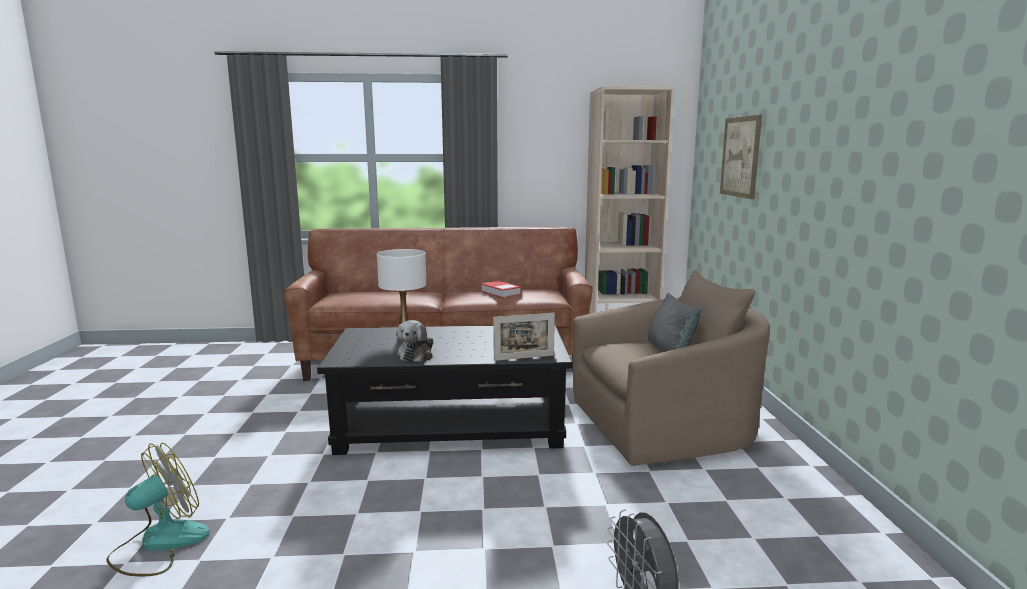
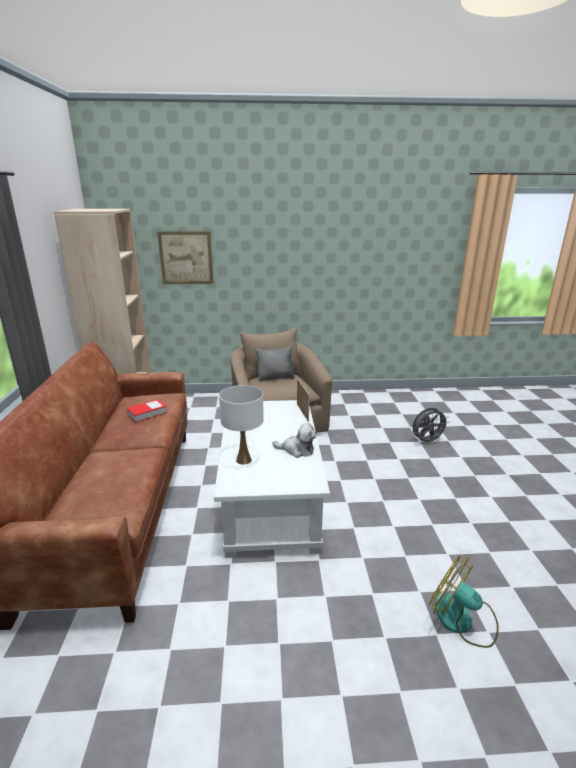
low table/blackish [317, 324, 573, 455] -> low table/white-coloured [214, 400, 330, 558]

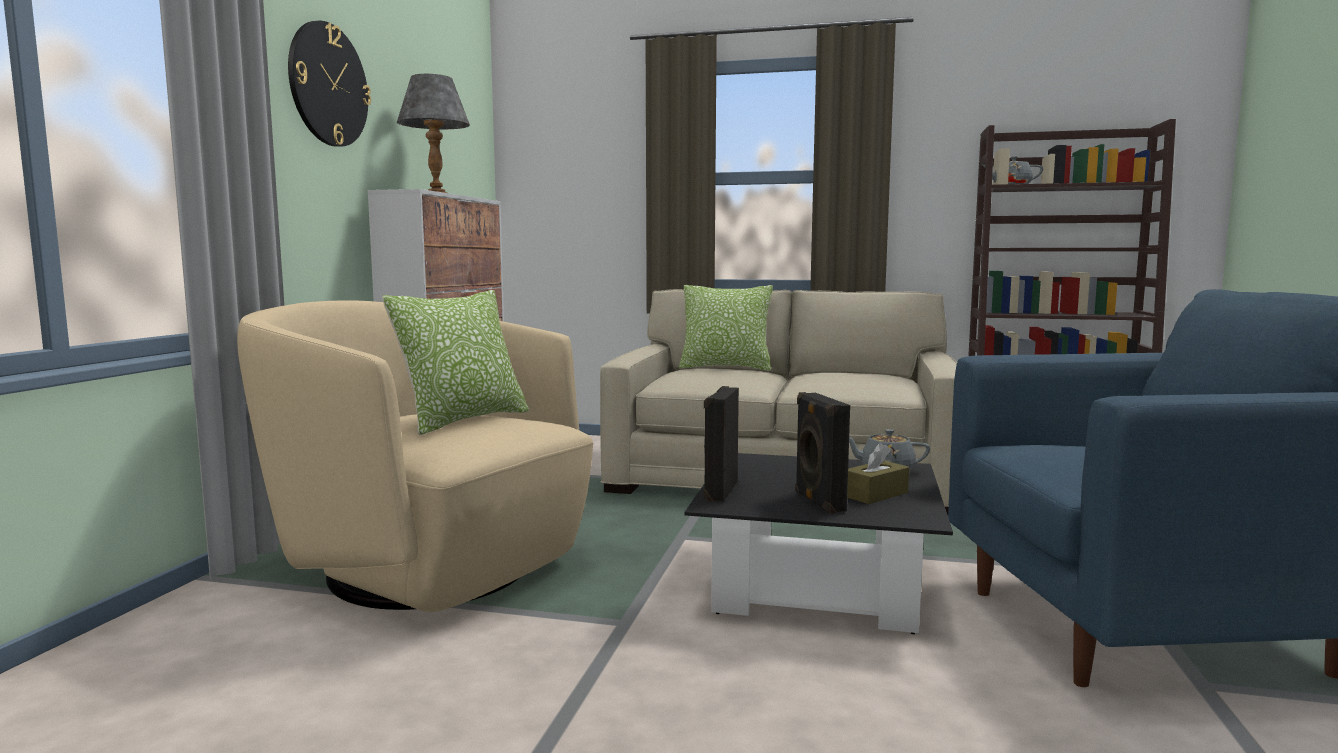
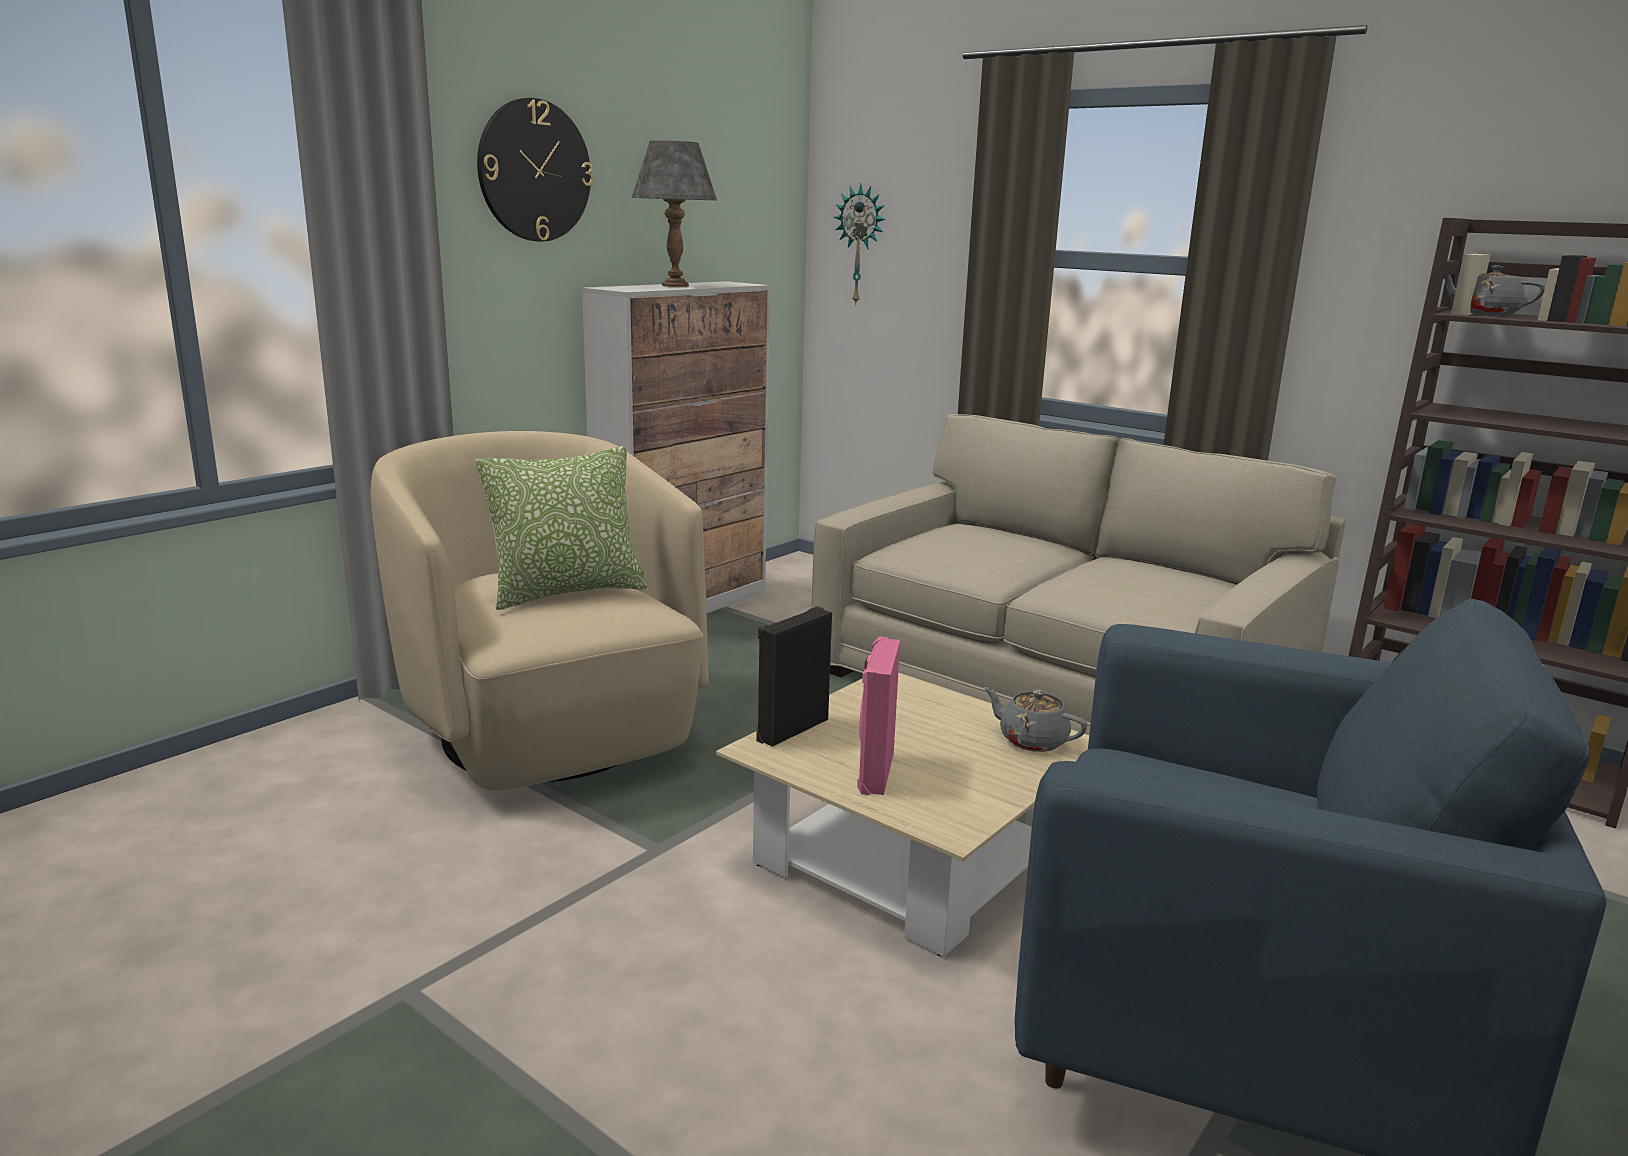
low table/blackish [685, 453, 953, 634] -> low table/sand-coloured [716, 673, 1089, 957]
none -> hanging clock [834, 184, 885, 306]
loudspeaker/blackish [795, 392, 850, 514] -> loudspeaker/pinkish [857, 637, 900, 795]
pillow [679, 285, 773, 371] -> none
tissue holder/brown-coloured [847, 443, 909, 504] -> none

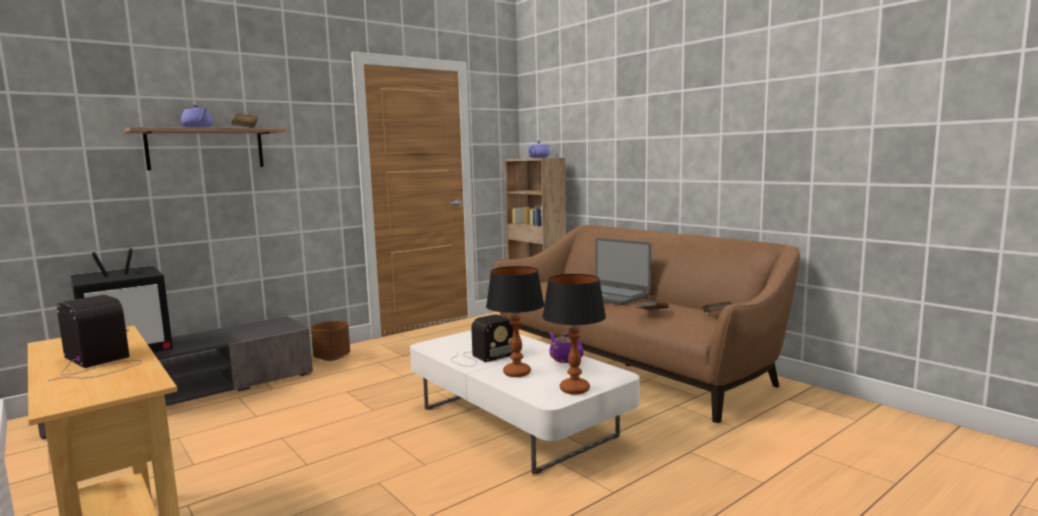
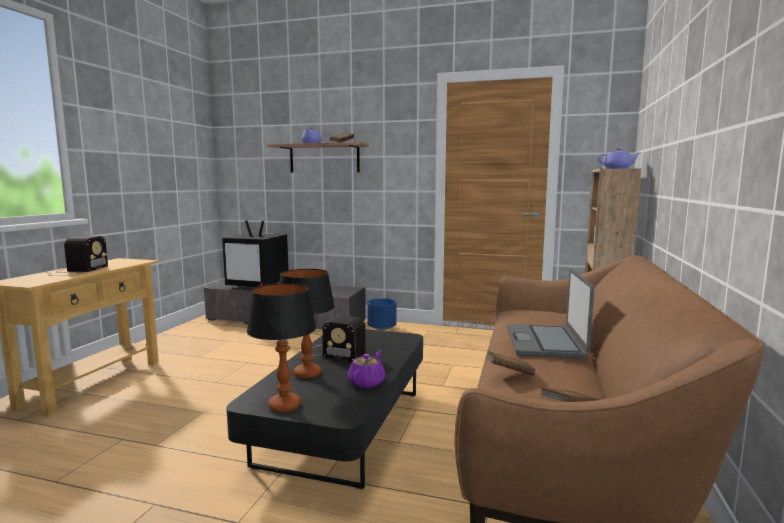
low table/white-coloured [410, 330, 640, 474] -> low table/blackish [226, 329, 423, 489]
planter/brown-coloured [311, 321, 350, 361] -> planter/blue-coloured [367, 298, 397, 330]

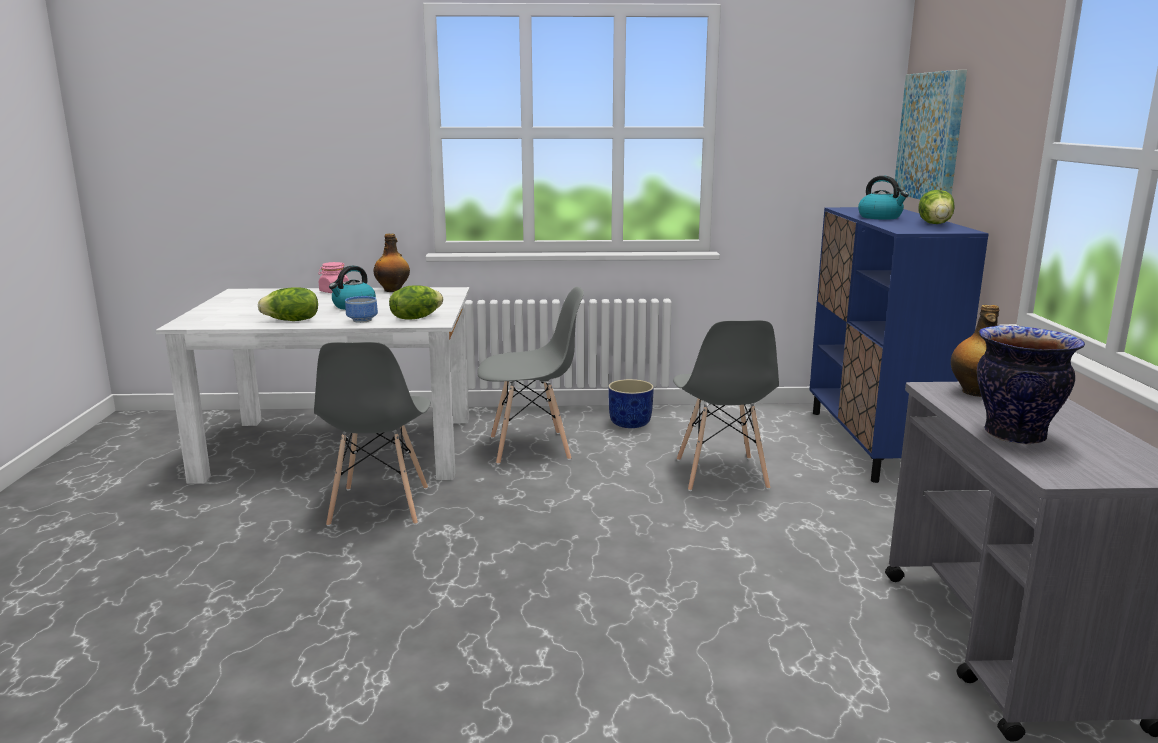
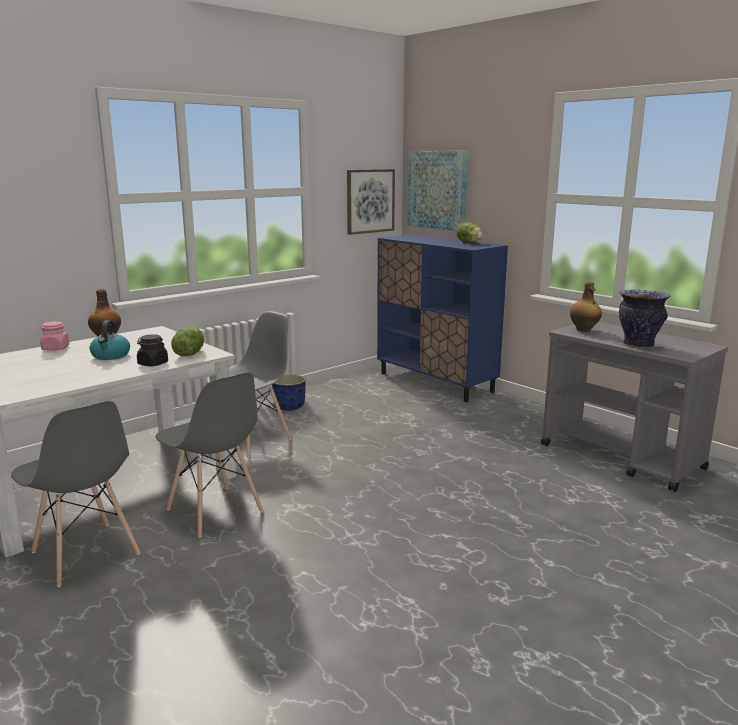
plain chair/grey [673, 320, 779, 491] -> plain chair/grey [11, 401, 140, 587], moved
bowl [345, 296, 378, 323] -> storage jar/blackish [137, 334, 168, 366]
none -> wall art [347, 169, 395, 235]
lettuce [258, 287, 318, 321] -> none
tea kettle [858, 176, 909, 220] -> none

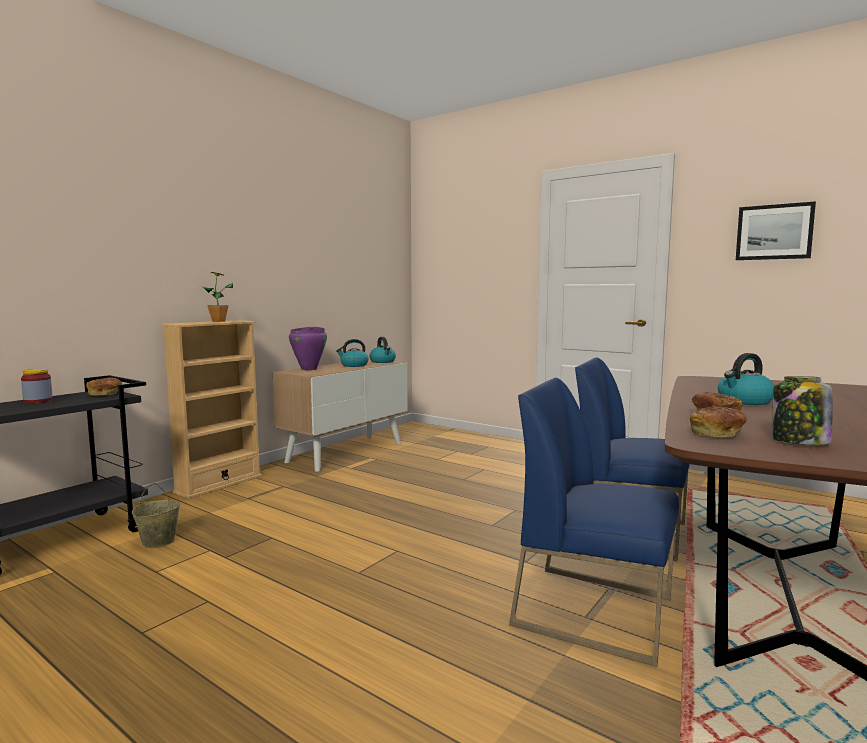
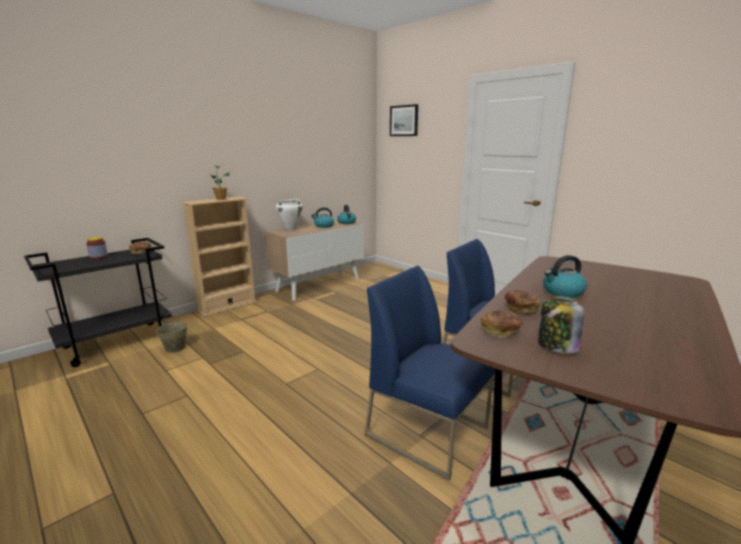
cooking pot/purple [289, 327, 327, 370] -> cooking pot/white-coloured [276, 199, 303, 230]
wall art [736, 201, 816, 260] -> wall art [390, 104, 418, 136], moved

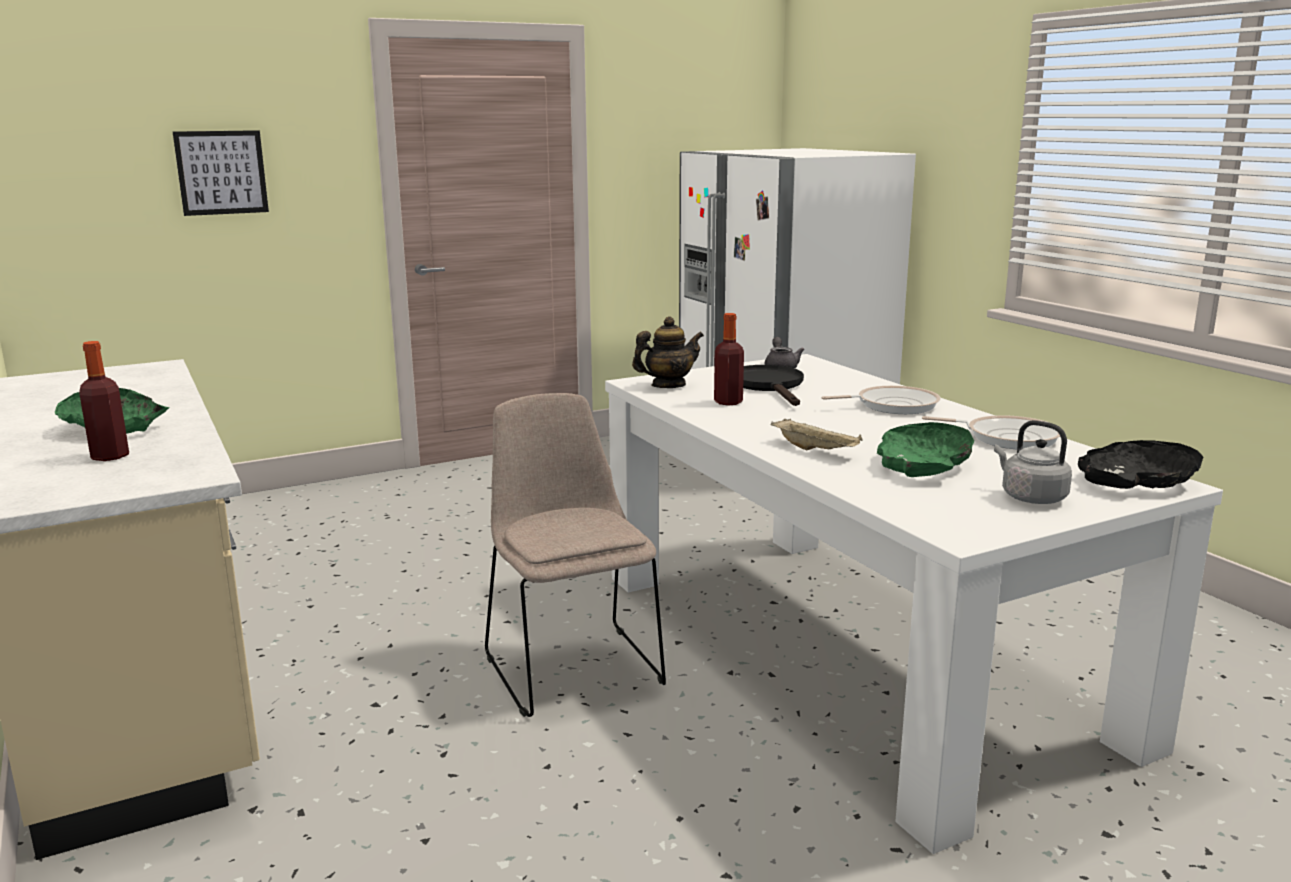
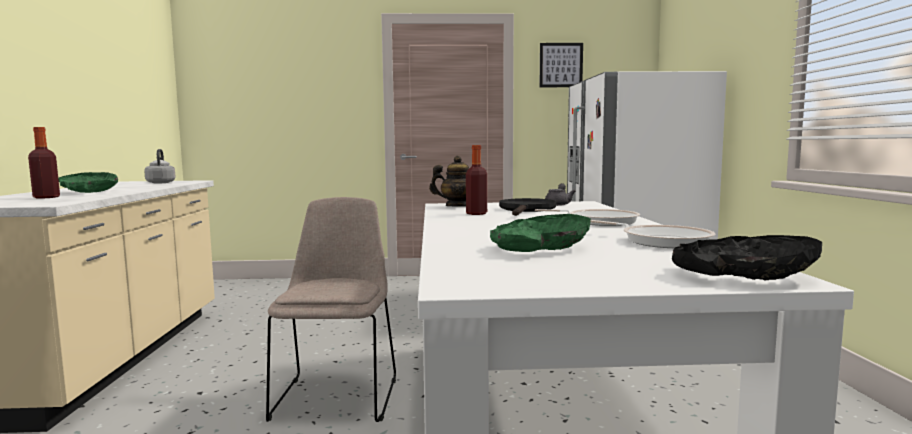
tea kettle/grey [994, 420, 1072, 504] -> tea kettle/grey [144, 149, 176, 184], moved
wall art [173, 130, 269, 216] -> wall art [540, 43, 583, 87], moved
tray/sand-coloured [771, 418, 863, 450] -> none

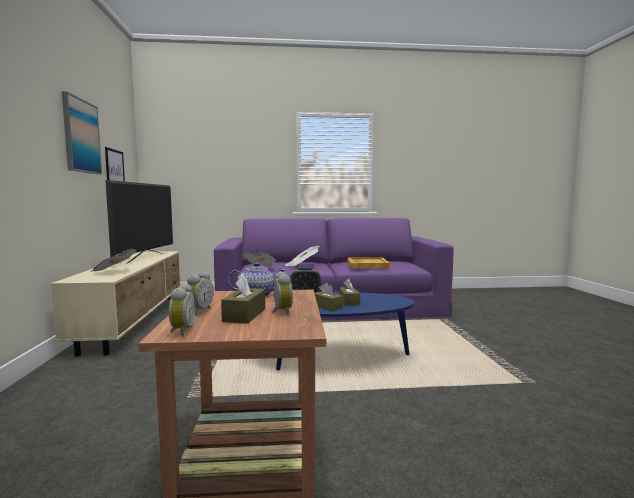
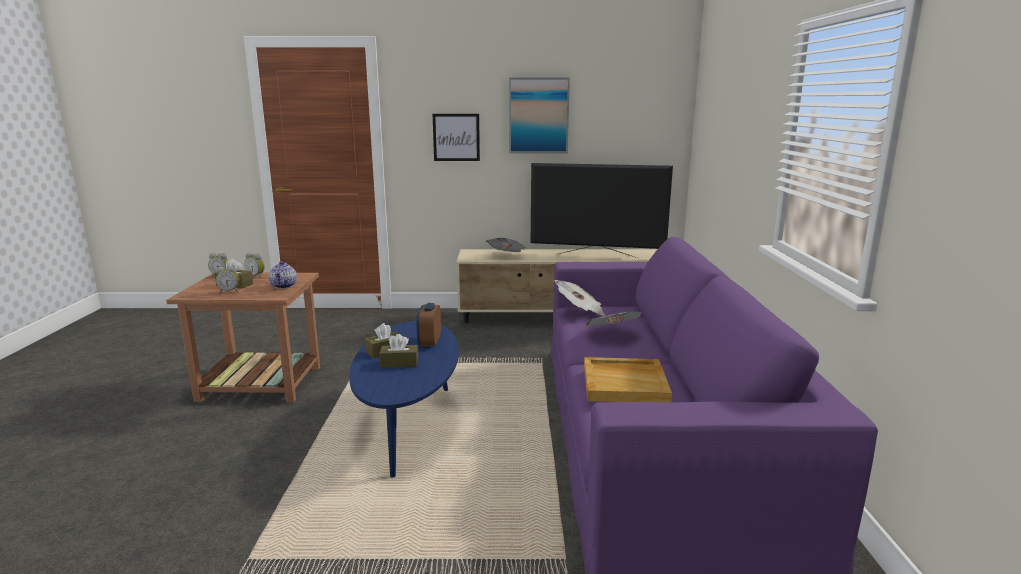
wall art [105, 147, 125, 182] -> wall art [433, 114, 480, 161], moved

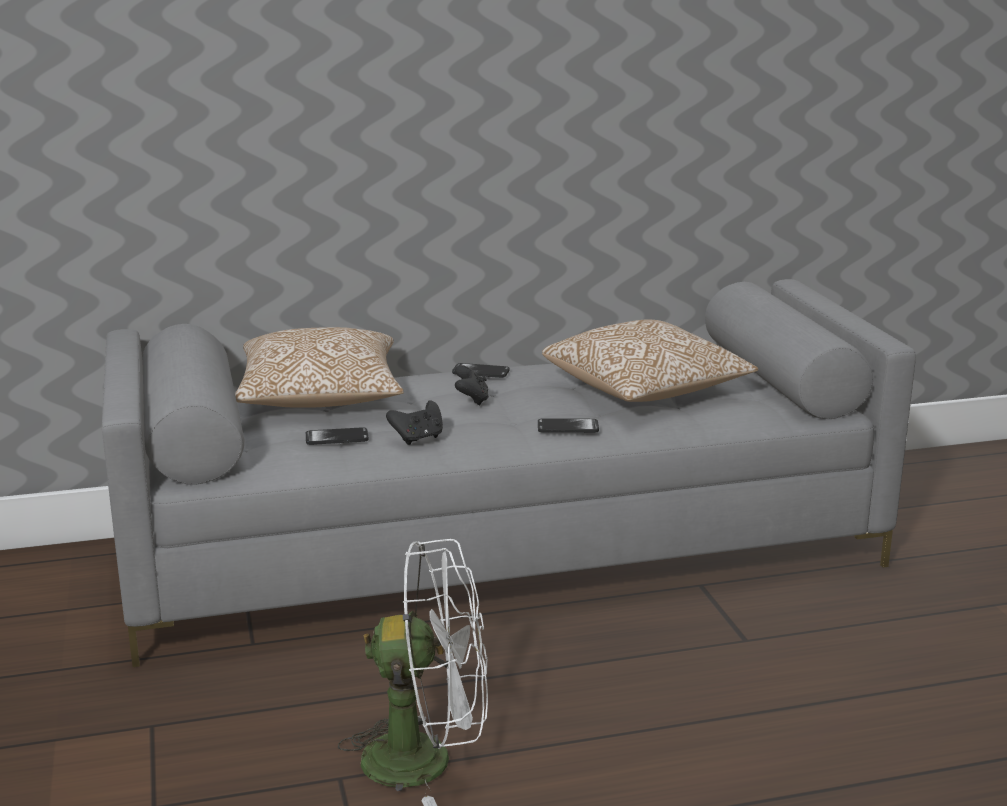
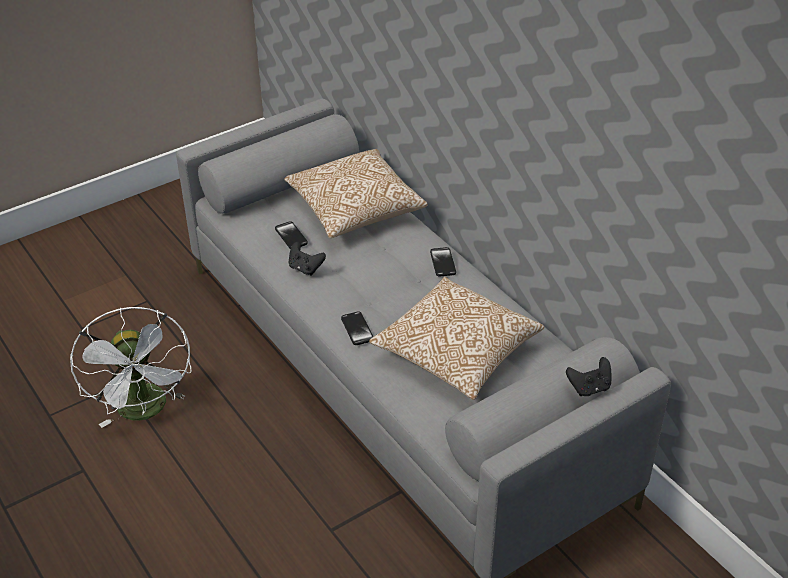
gamepad/blackish [455, 365, 489, 406] -> gamepad/blackish [566, 357, 611, 396], moved

